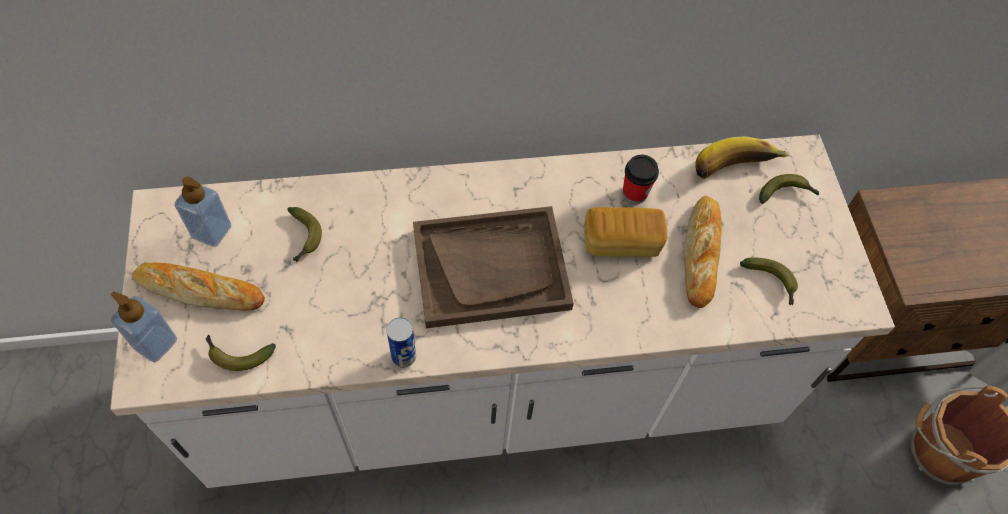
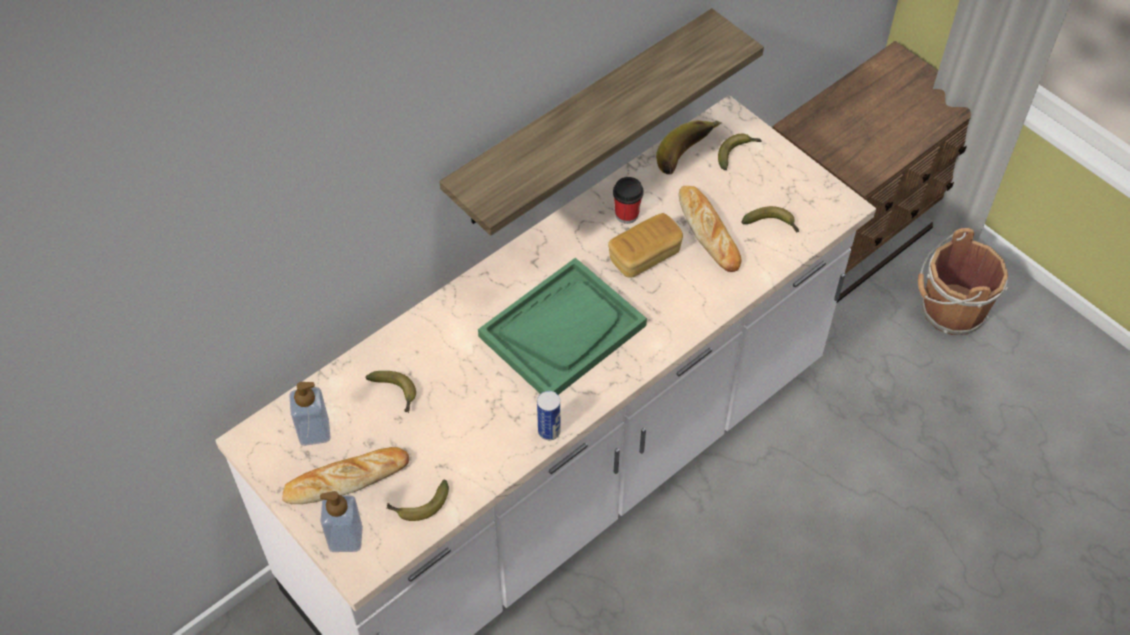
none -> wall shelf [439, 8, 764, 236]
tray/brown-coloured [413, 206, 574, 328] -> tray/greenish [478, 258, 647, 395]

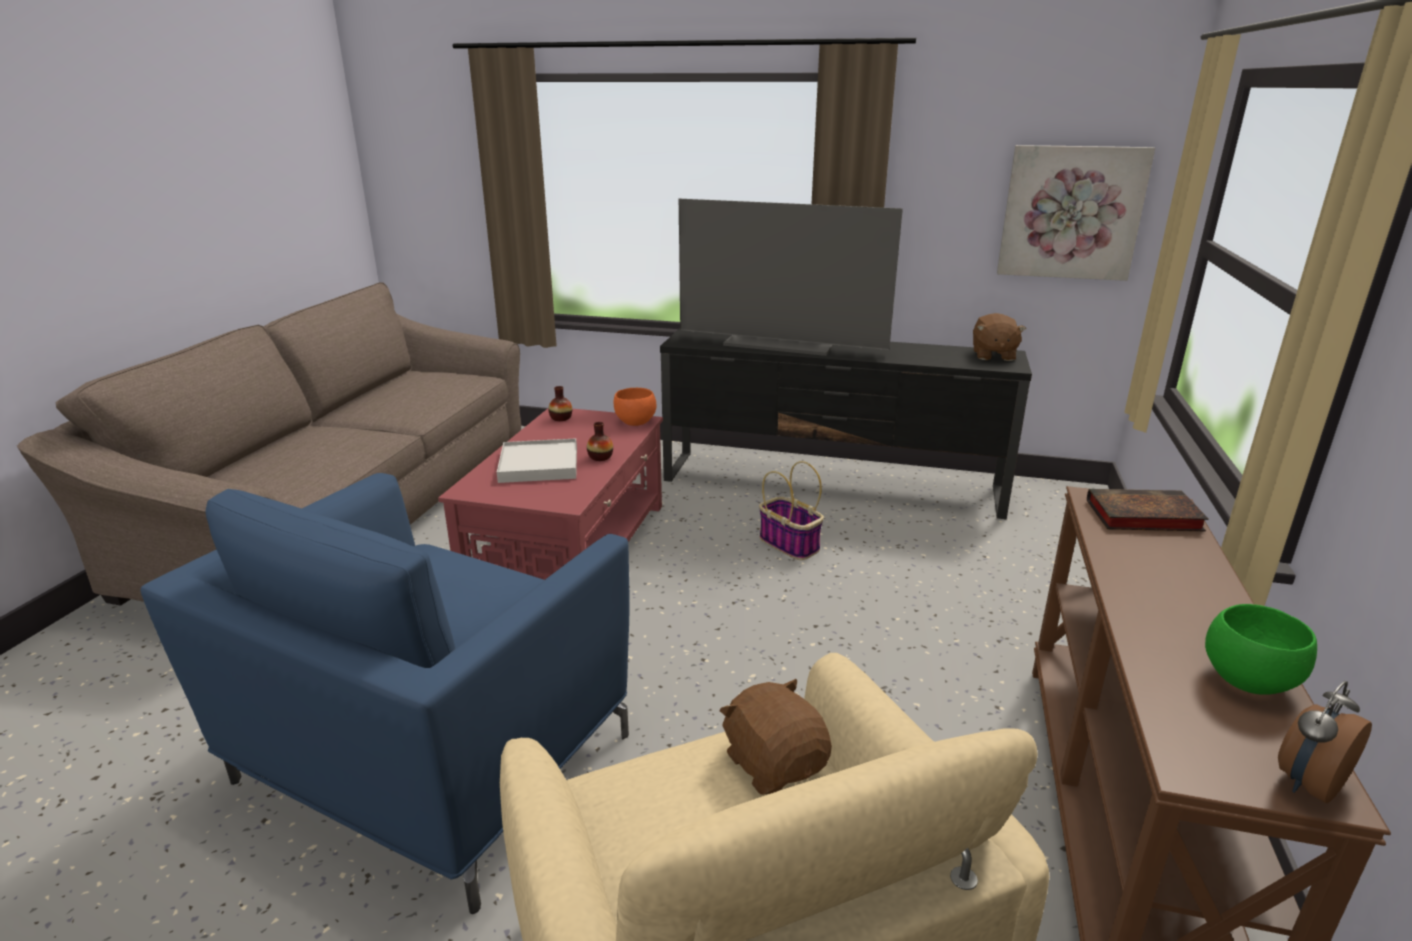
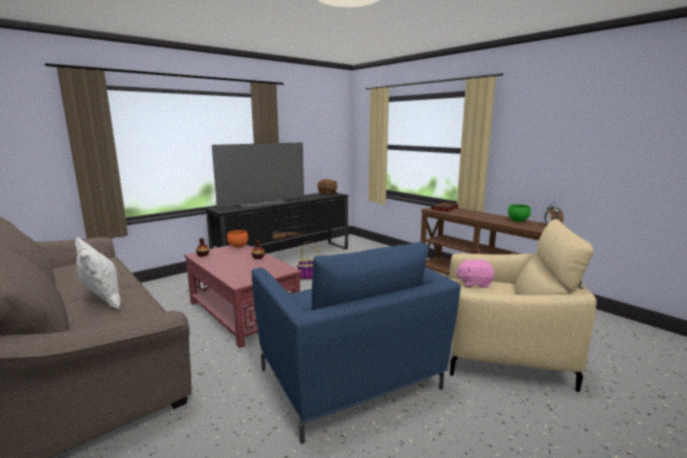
none -> pillow/white-coloured [75, 237, 121, 309]
soft toy/brown-coloured [720, 679, 832, 795] -> soft toy/pinkish [455, 259, 494, 288]
tray/white-coloured [497, 438, 577, 483] -> none
wall art [997, 145, 1155, 281] -> none

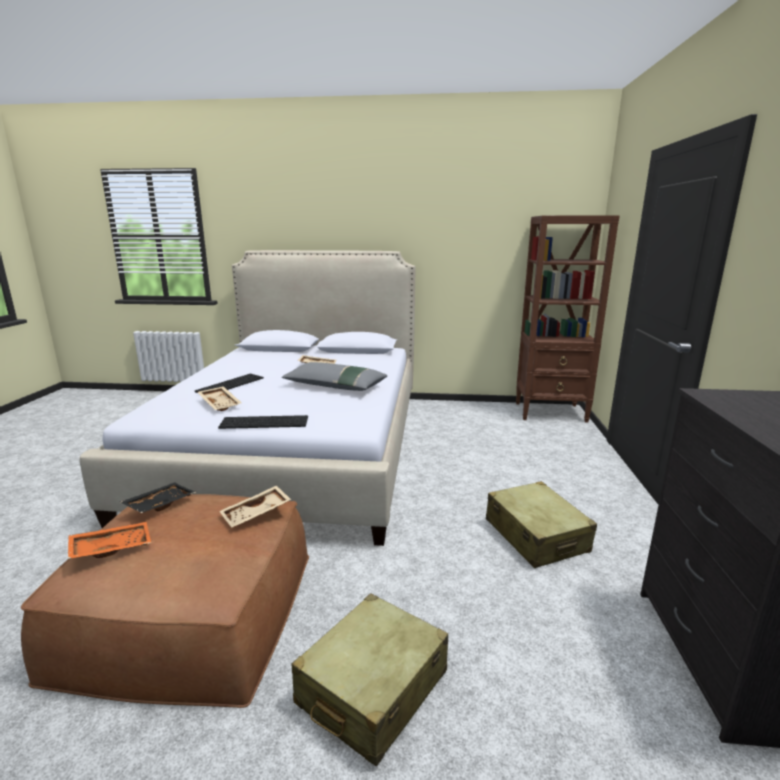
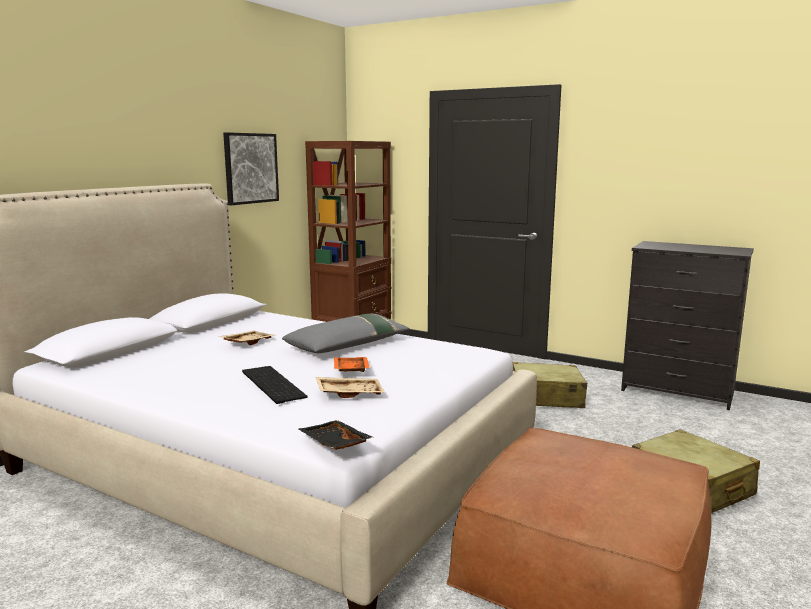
none -> wall art [223, 132, 279, 205]
tray/blackish [120, 482, 196, 513] -> tray/blackish [299, 420, 374, 450], moved
tray/orange [68, 522, 151, 559] -> tray/orange [334, 357, 370, 372], moved
keyboard [218, 415, 308, 429] -> none
tray/sand-coloured [219, 486, 291, 528] -> none

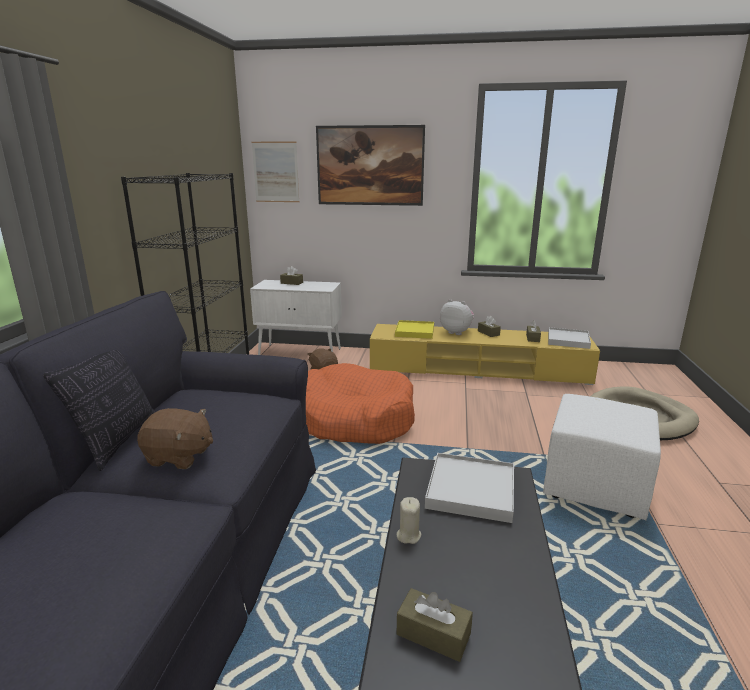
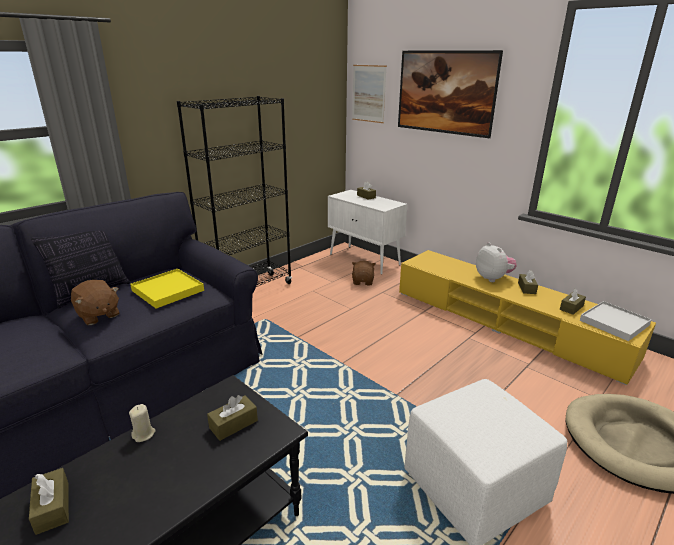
tray/yellow-coloured [395, 320, 434, 339] -> tray/yellow-coloured [130, 269, 204, 309], moved
tray/white-coloured [425, 453, 514, 523] -> tissue holder/brown-coloured [207, 395, 258, 441]
dog cushion/orange [306, 363, 415, 444] -> none

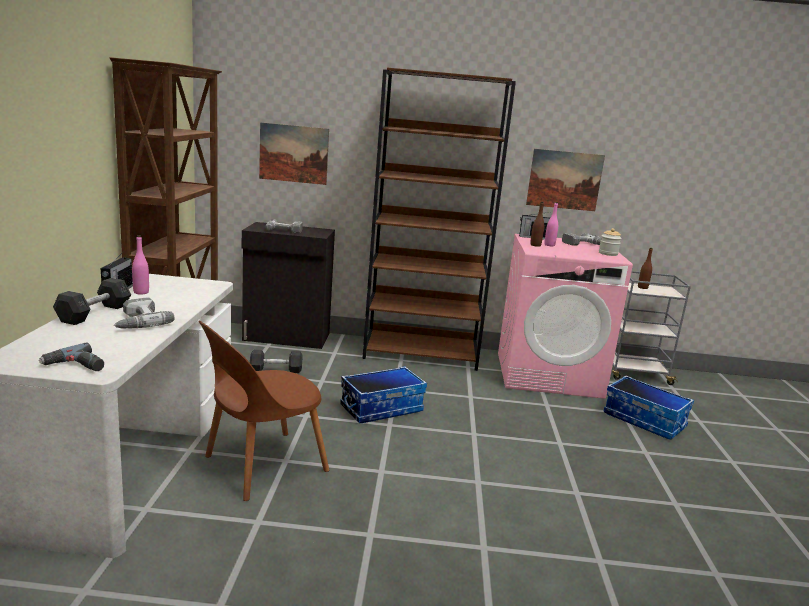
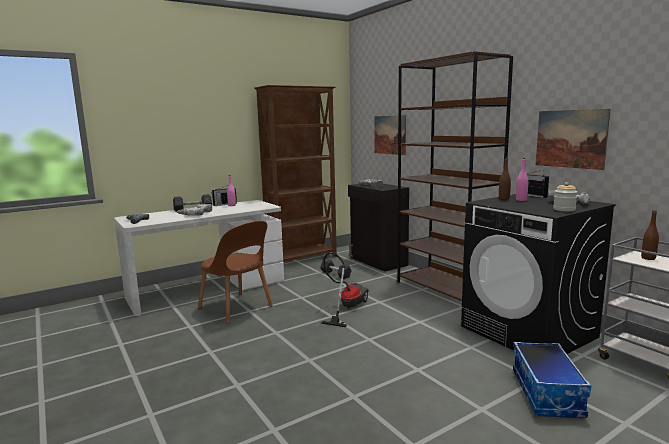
plain chair/brown-coloured [199, 321, 329, 501] -> plain chair/brown-coloured [198, 221, 273, 324], 150 degrees counterclockwise
storage box [340, 366, 427, 423] -> hoover [321, 252, 369, 327]
laundry machine/pinkish [498, 234, 633, 399] -> laundry machine/blackish [461, 194, 616, 354]

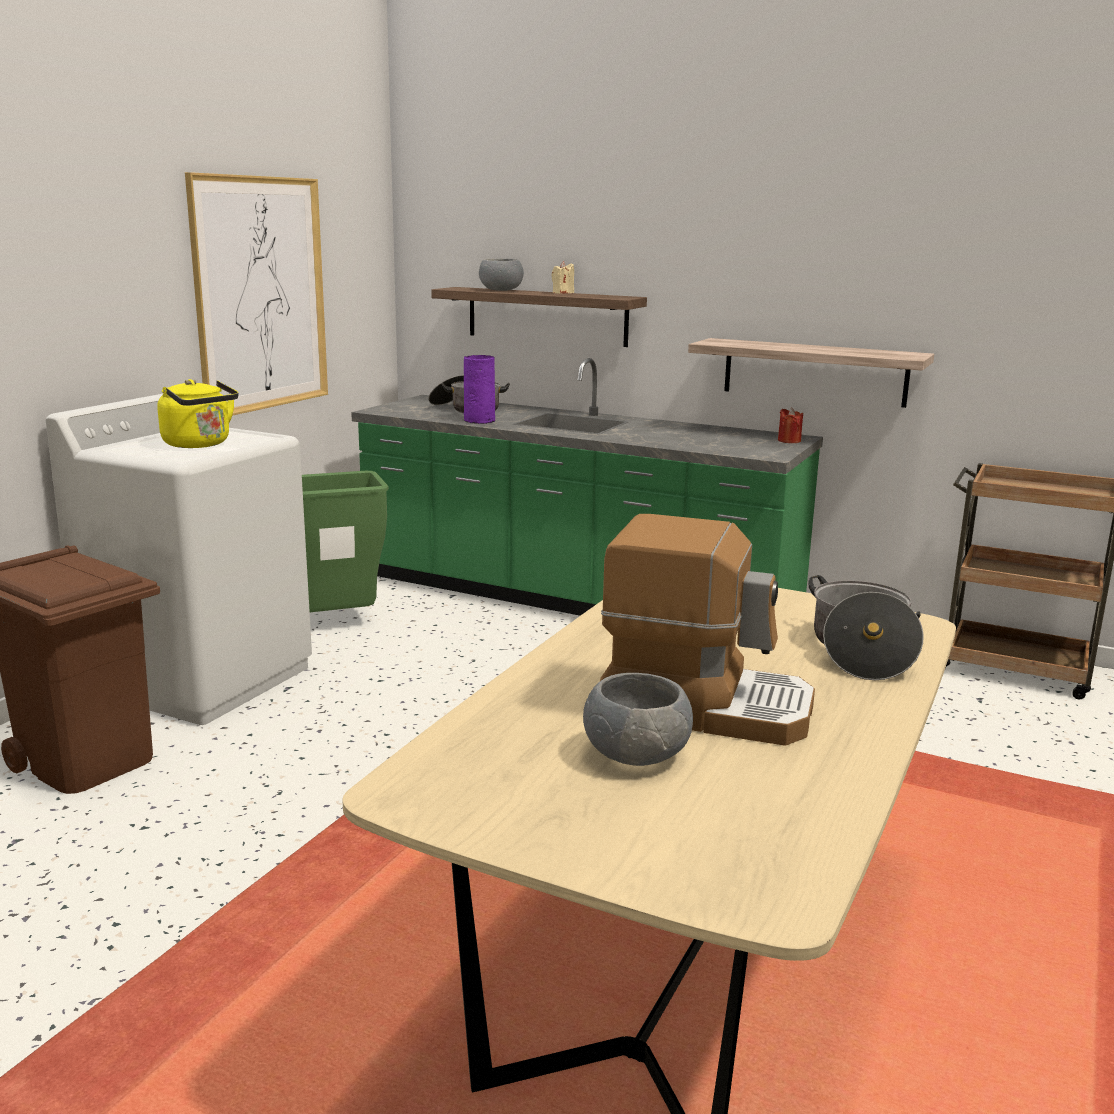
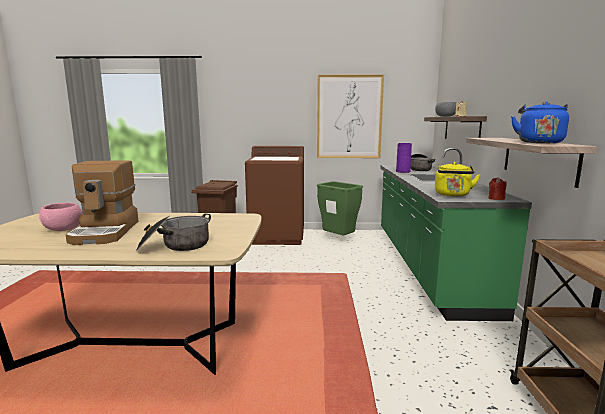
bowl/grey [583, 673, 693, 766] -> bowl/pinkish [39, 203, 82, 231]
laundry machine/white-coloured [46, 394, 312, 725] -> laundry machine/brown-coloured [245, 146, 304, 245]
tea kettle/yellow-coloured [157, 379, 239, 448] -> tea kettle/yellow-coloured [435, 162, 480, 197], moved
none -> tea kettle/blue-coloured [511, 101, 569, 143]

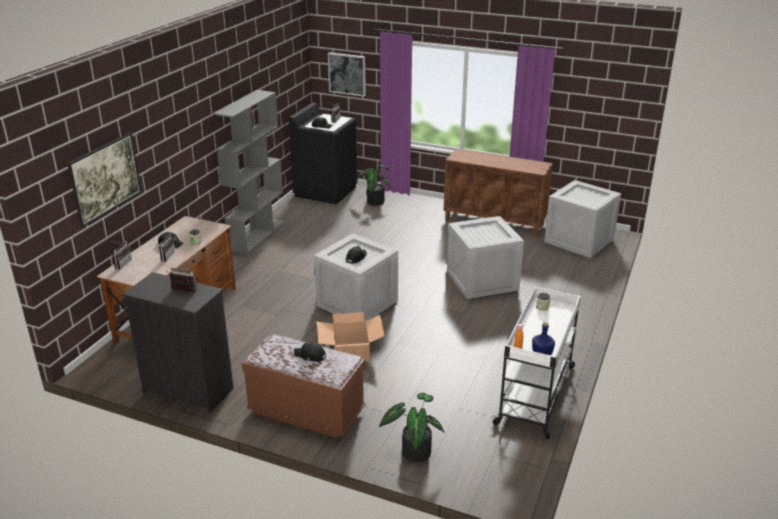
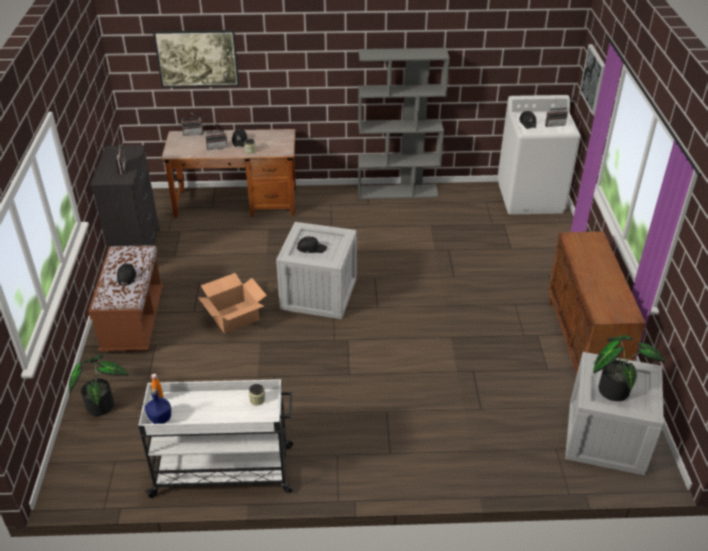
laundry machine/blackish [289, 103, 357, 204] -> laundry machine/white-coloured [497, 95, 581, 215]
houseplant [355, 165, 391, 206] -> houseplant [593, 335, 665, 401], moved
packing crate [447, 216, 524, 299] -> none

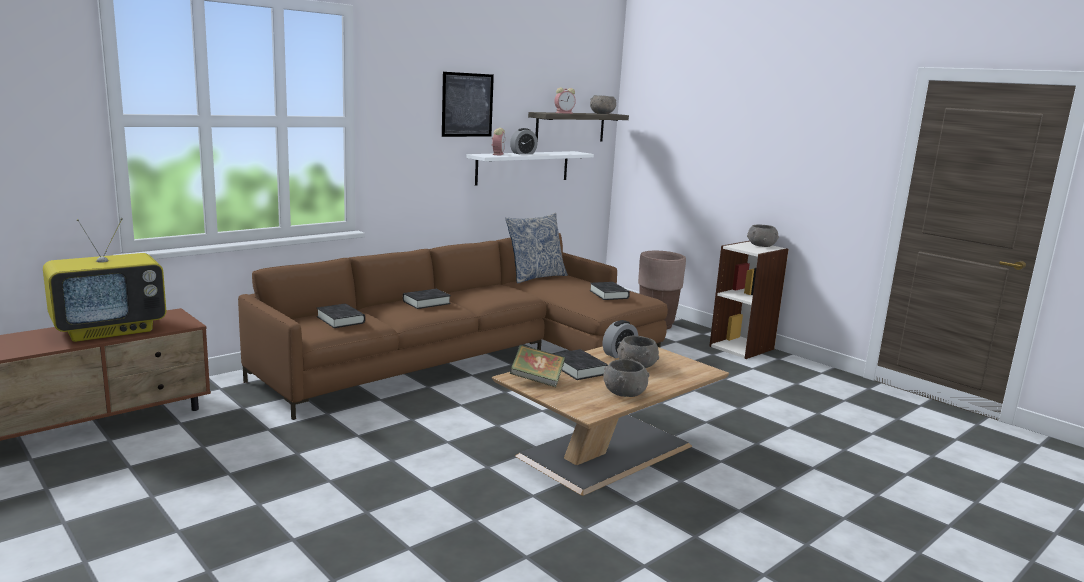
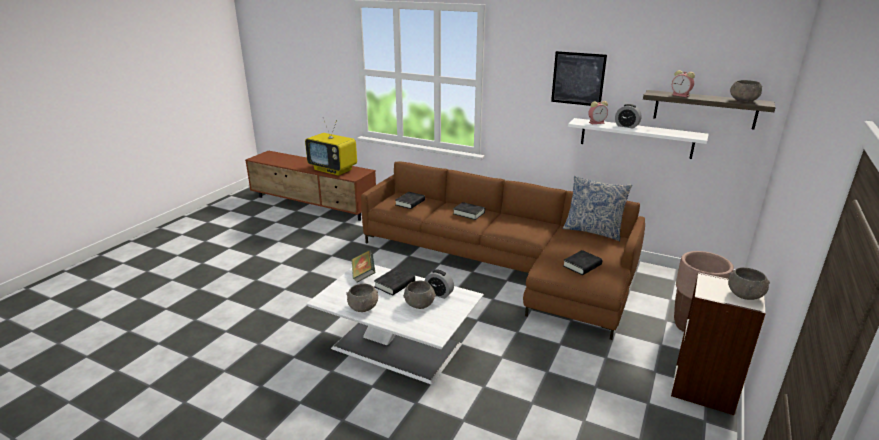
low table/brown-coloured [492, 346, 729, 496] -> low table/white-coloured [306, 265, 484, 385]

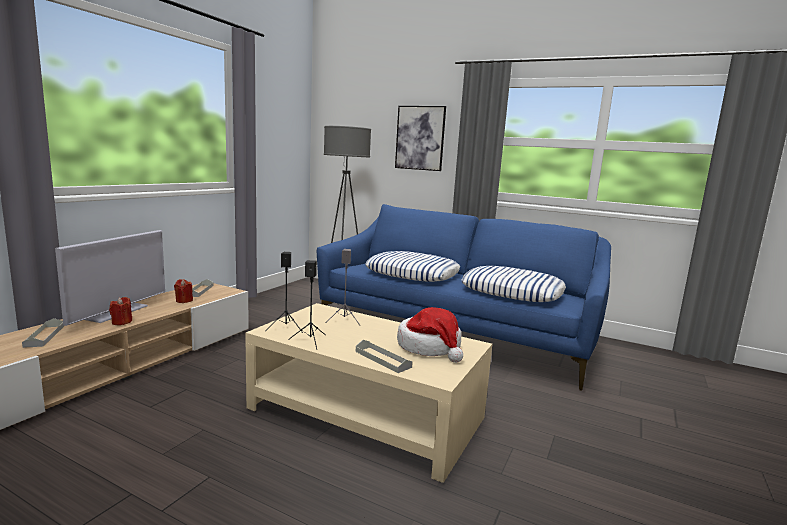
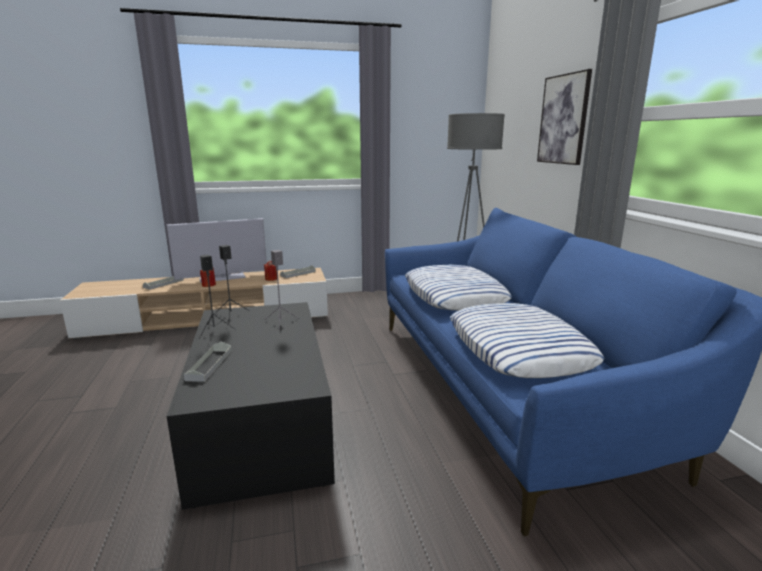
low table/sand-coloured [245, 303, 492, 483] -> low table/blackish [166, 302, 335, 510]
wearable hat [397, 307, 463, 363] -> none

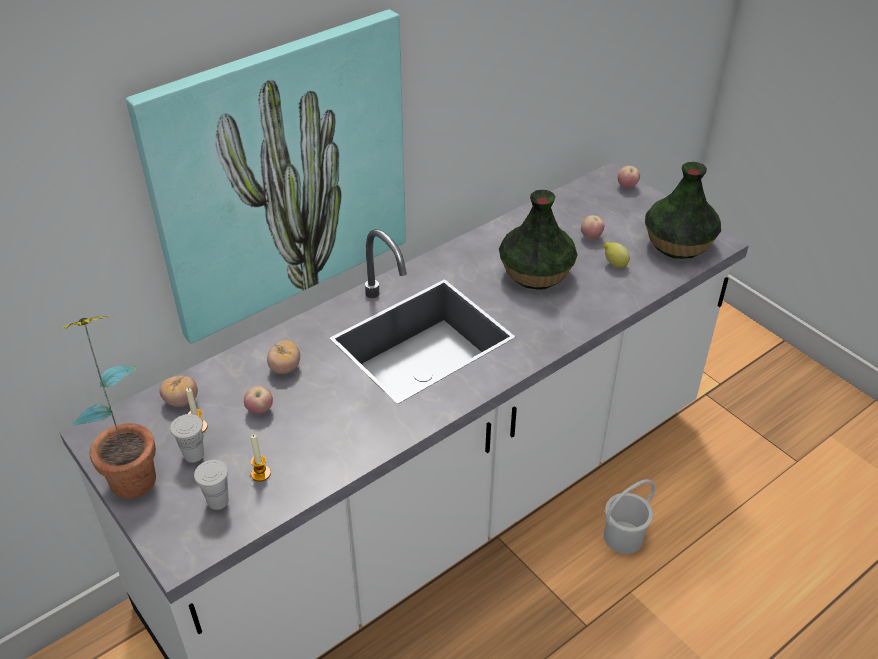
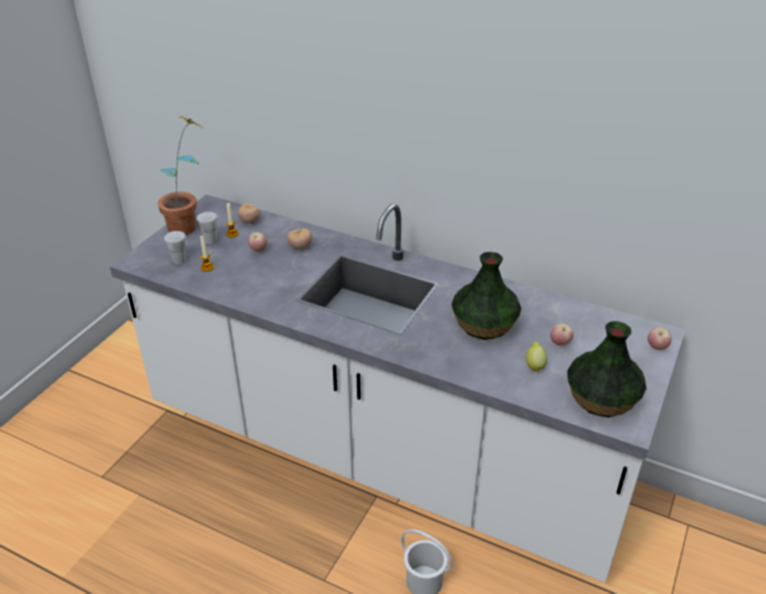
wall art [126, 9, 406, 344] -> none

